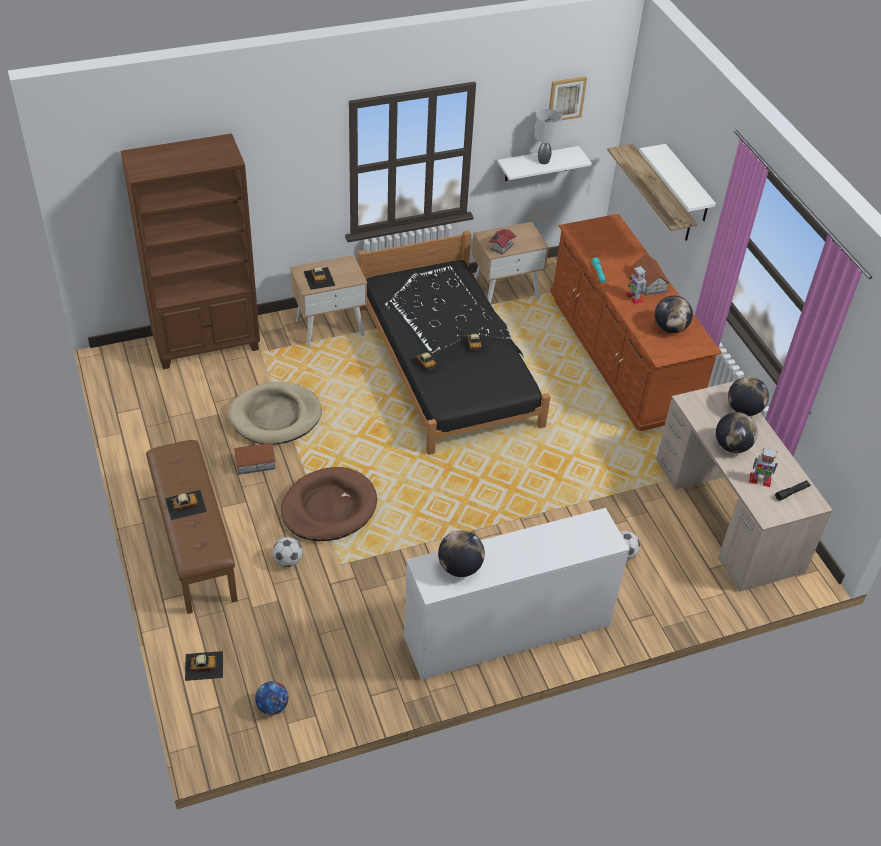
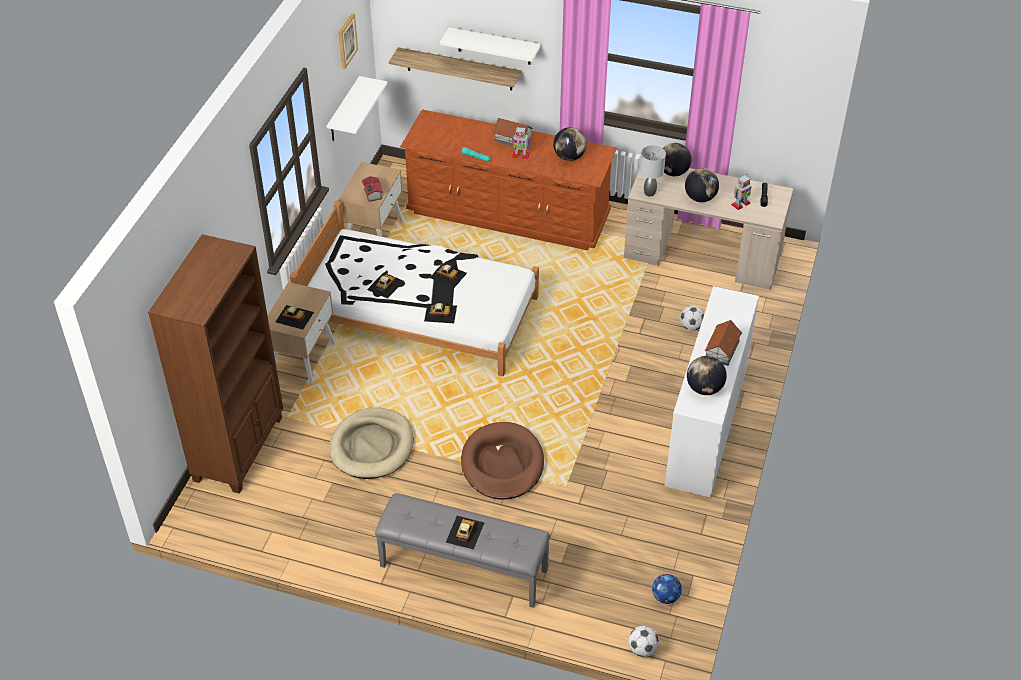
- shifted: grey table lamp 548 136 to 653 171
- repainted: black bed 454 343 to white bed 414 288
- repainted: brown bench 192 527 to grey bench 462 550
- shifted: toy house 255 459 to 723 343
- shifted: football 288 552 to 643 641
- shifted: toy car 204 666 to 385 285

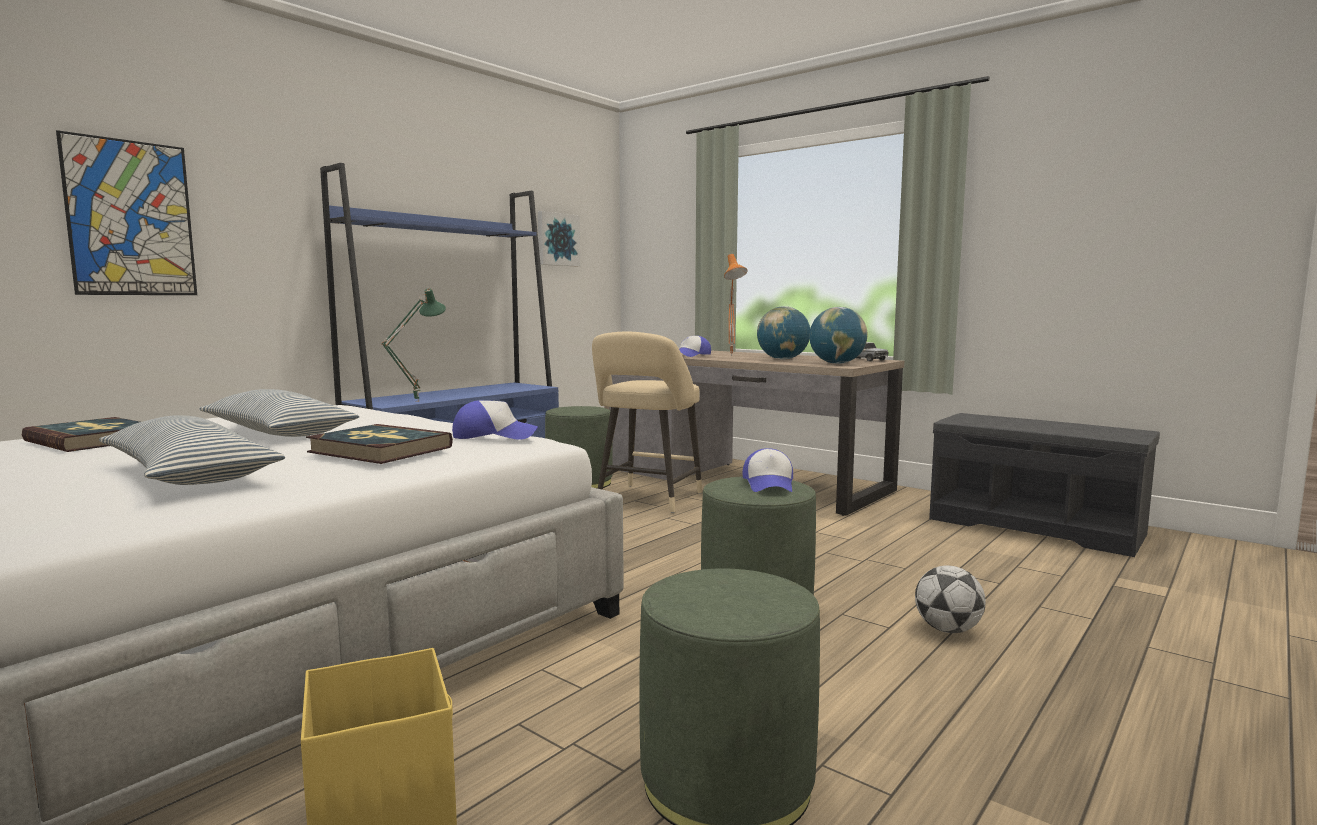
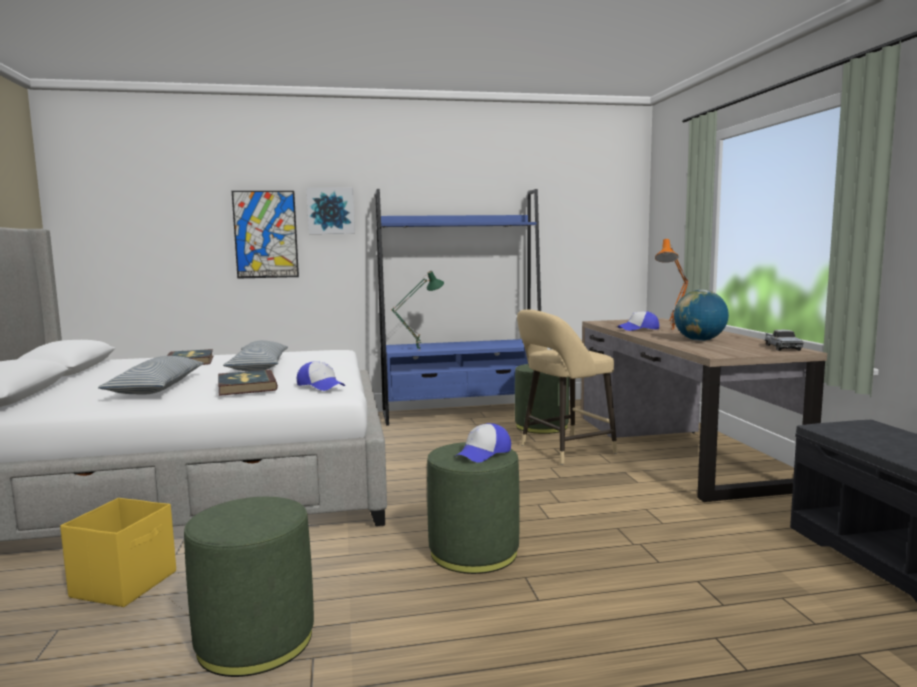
- shifted: picture 559 238 to 331 210
- gone: globe 838 335
- gone: football 950 599

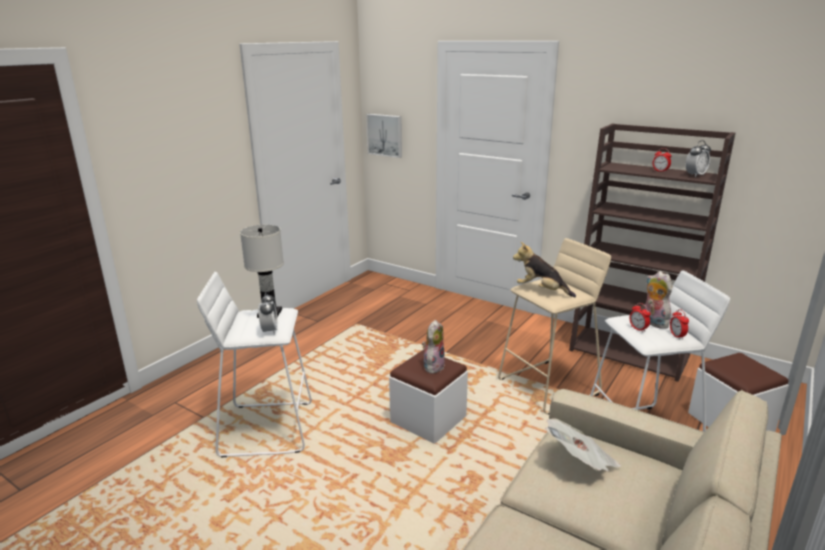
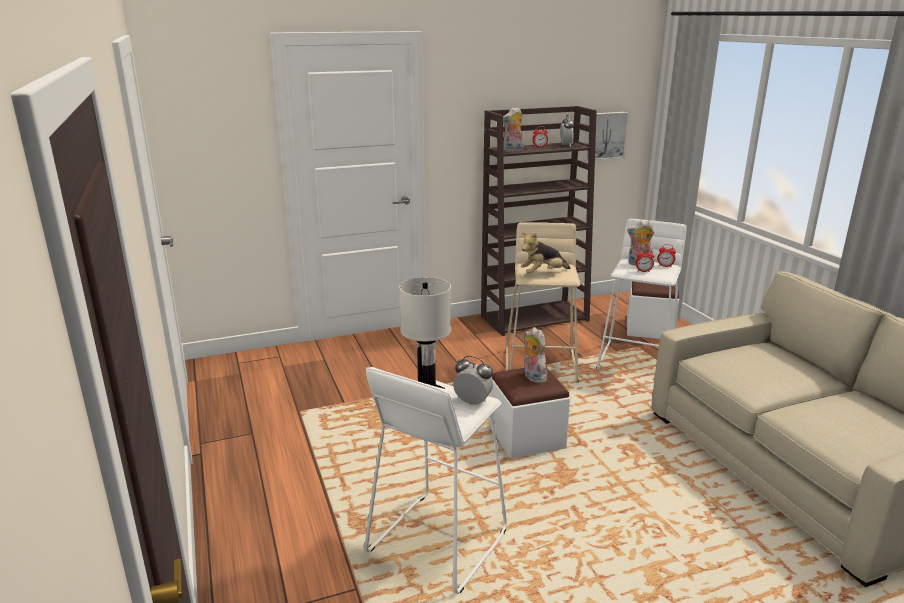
- shifted: picture 384 136 to 606 136
- gone: newspaper 583 445
- new: plush toy 513 129

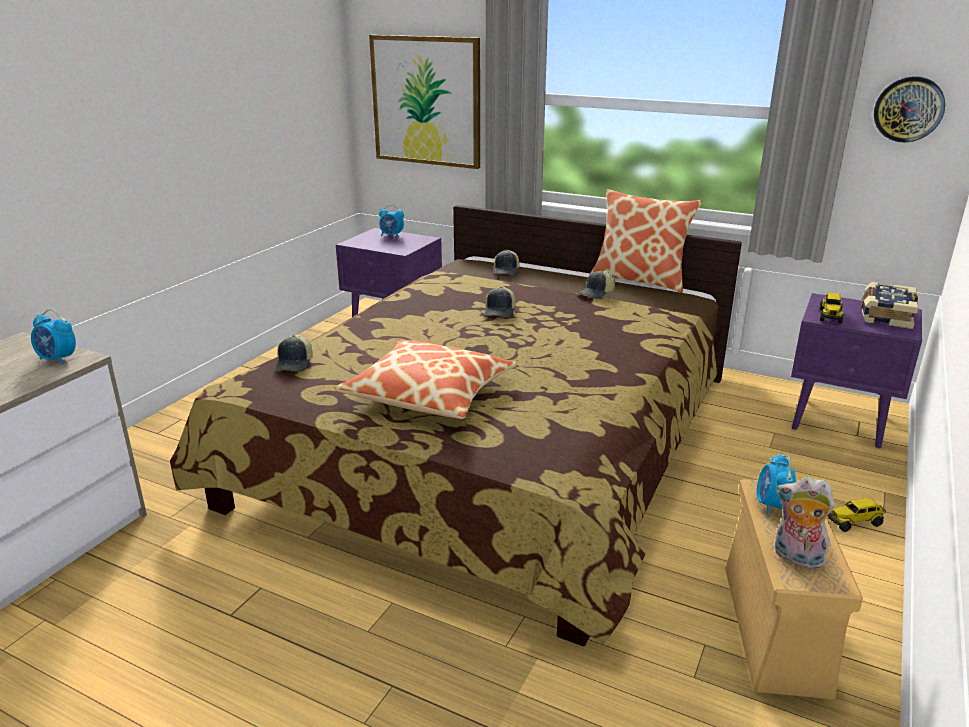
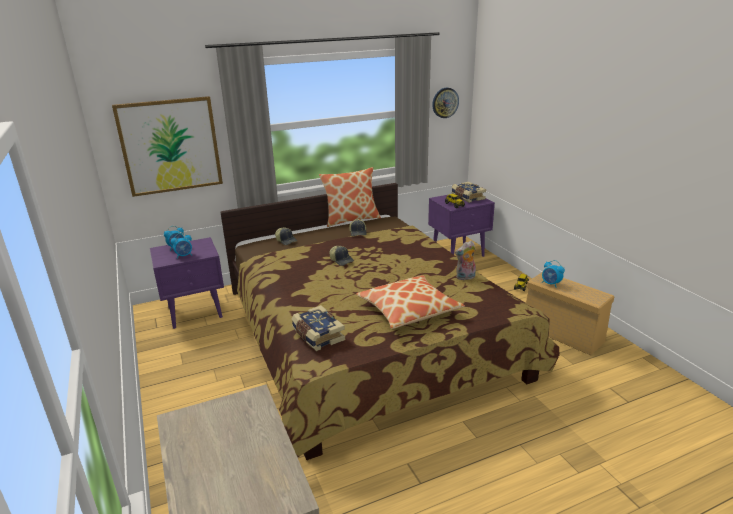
- shifted: alarm clock 53 337 to 181 246
- swapped: cap 294 353 to book 318 328
- shifted: plush toy 805 523 to 465 260

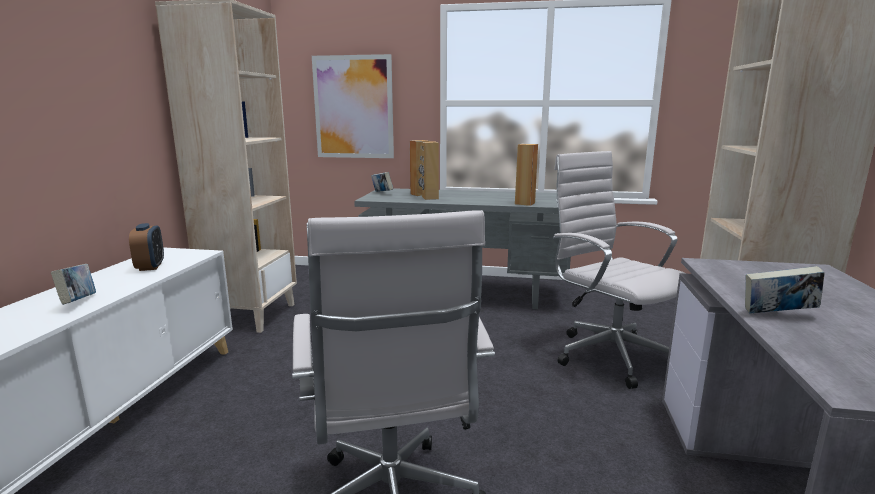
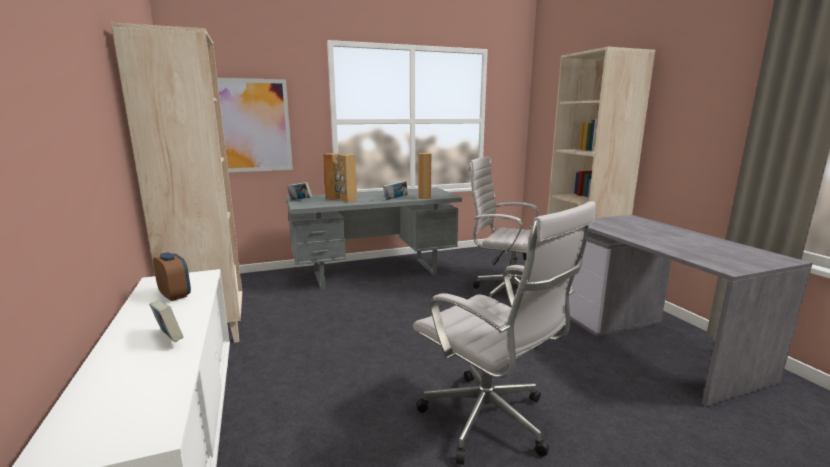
- shifted: book 784 290 to 395 190

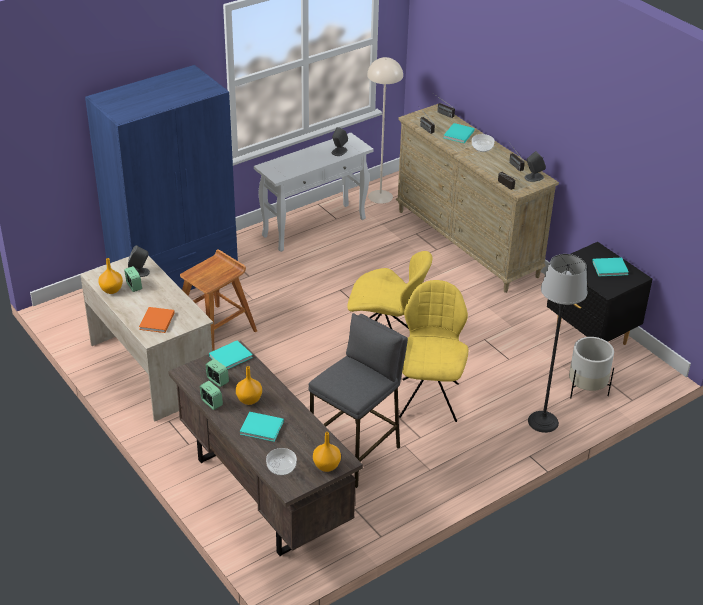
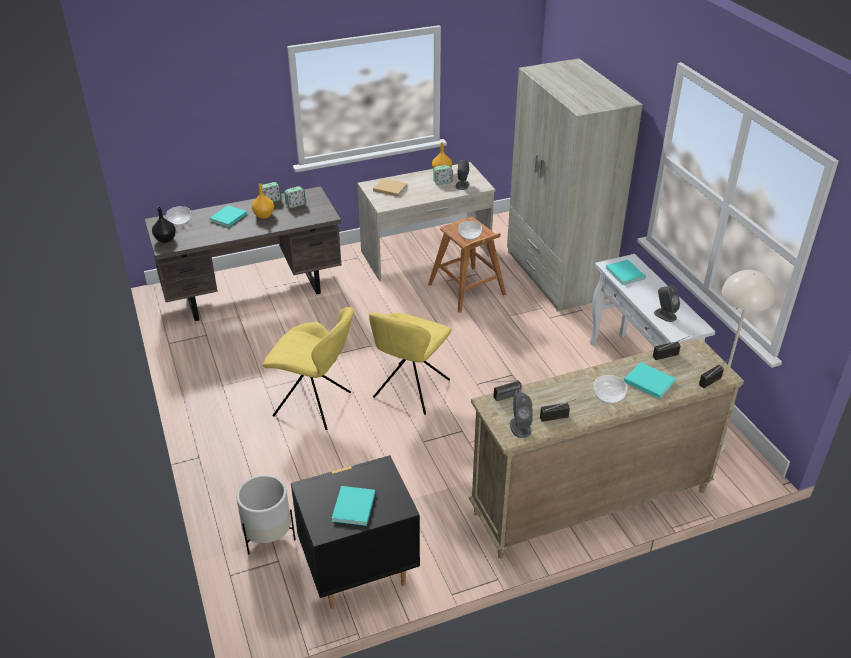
- repainted: blue wardrobe 161 177 to beige wardrobe 575 185
- gone: floor lamp 557 343
- repainted: orange book 157 320 to beige book 390 187
- gone: grey stool 358 400
- shifted: turquoise book 231 354 to 625 272
- repainted: orange vase 327 452 to black vase 164 225
- new: bowl 470 230

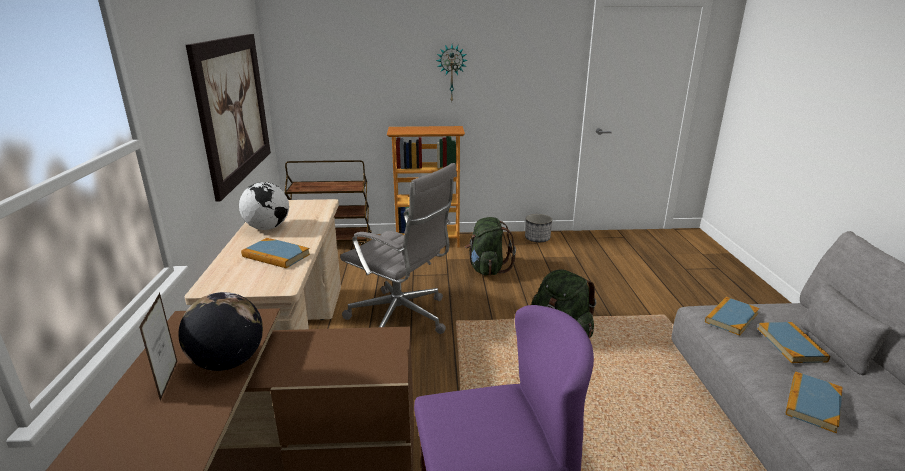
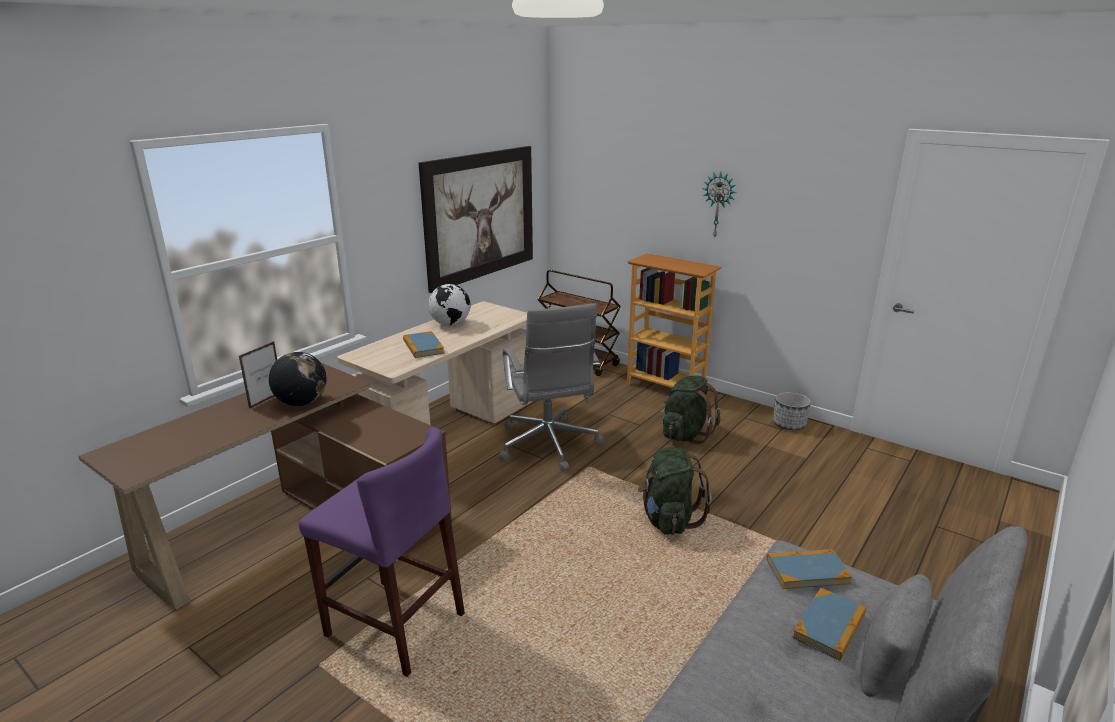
- gone: book 814 402

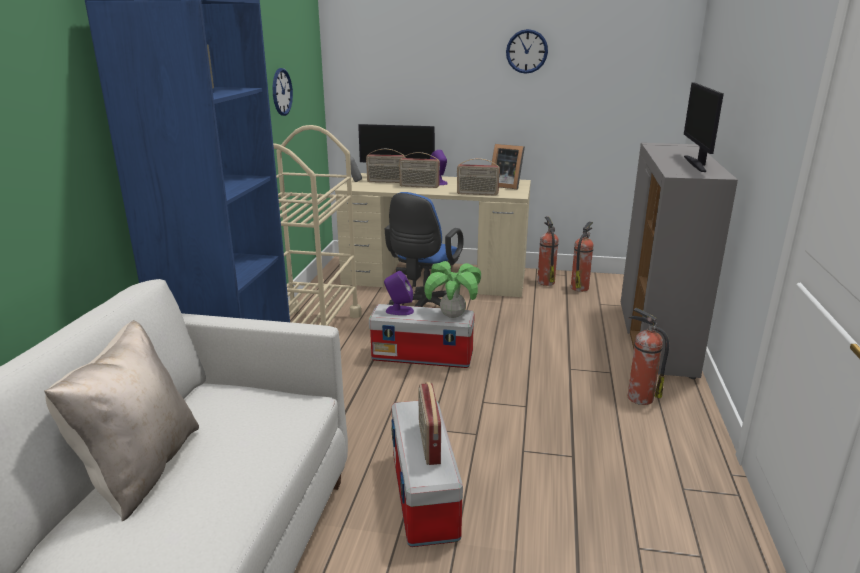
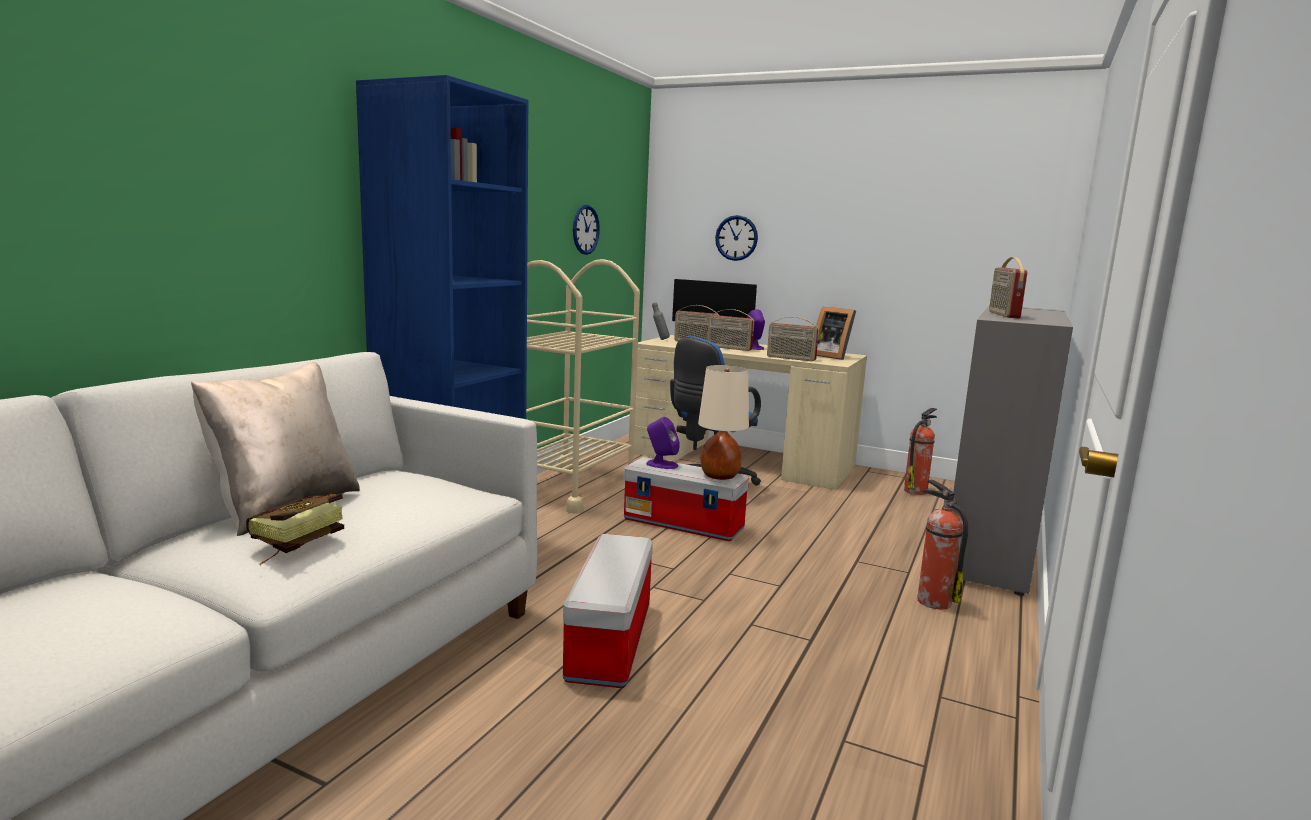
- shifted: wall clock 527 51 to 736 238
- gone: monitor 704 127
- gone: fire extinguisher 548 251
- swapped: potted plant 452 289 to beige table lamp 723 422
- shifted: radio 429 423 to 1008 287
- new: book 295 529

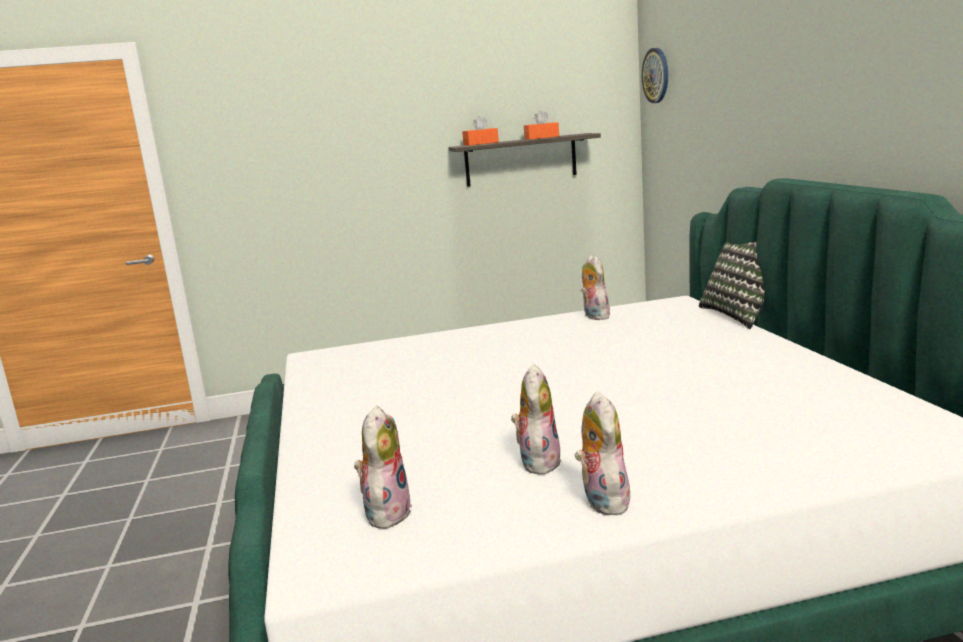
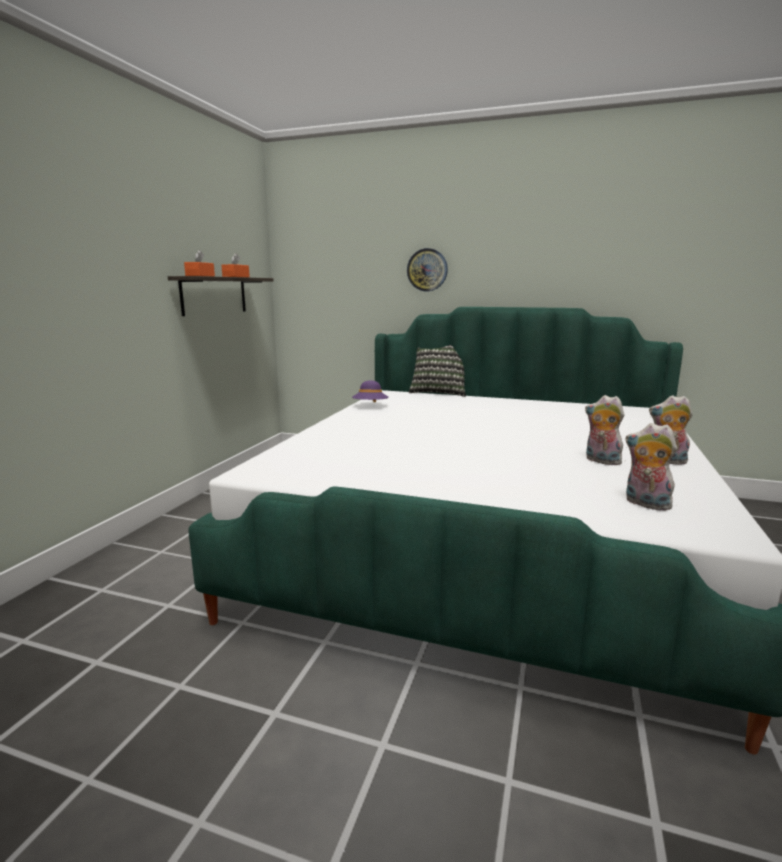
- shifted: wall clock 655 75 to 427 269
- swapped: plush toy 595 287 to purple hat 370 391

